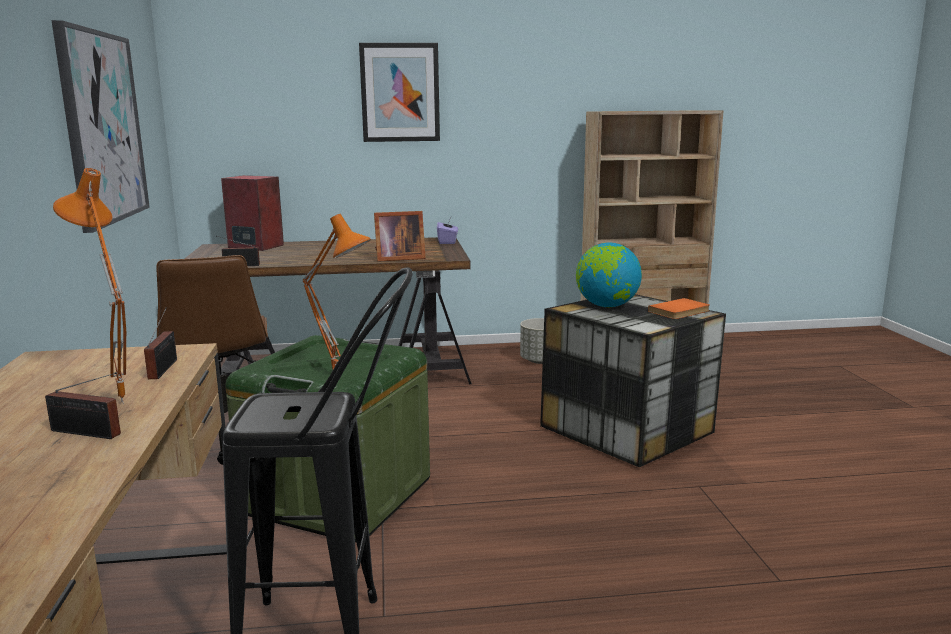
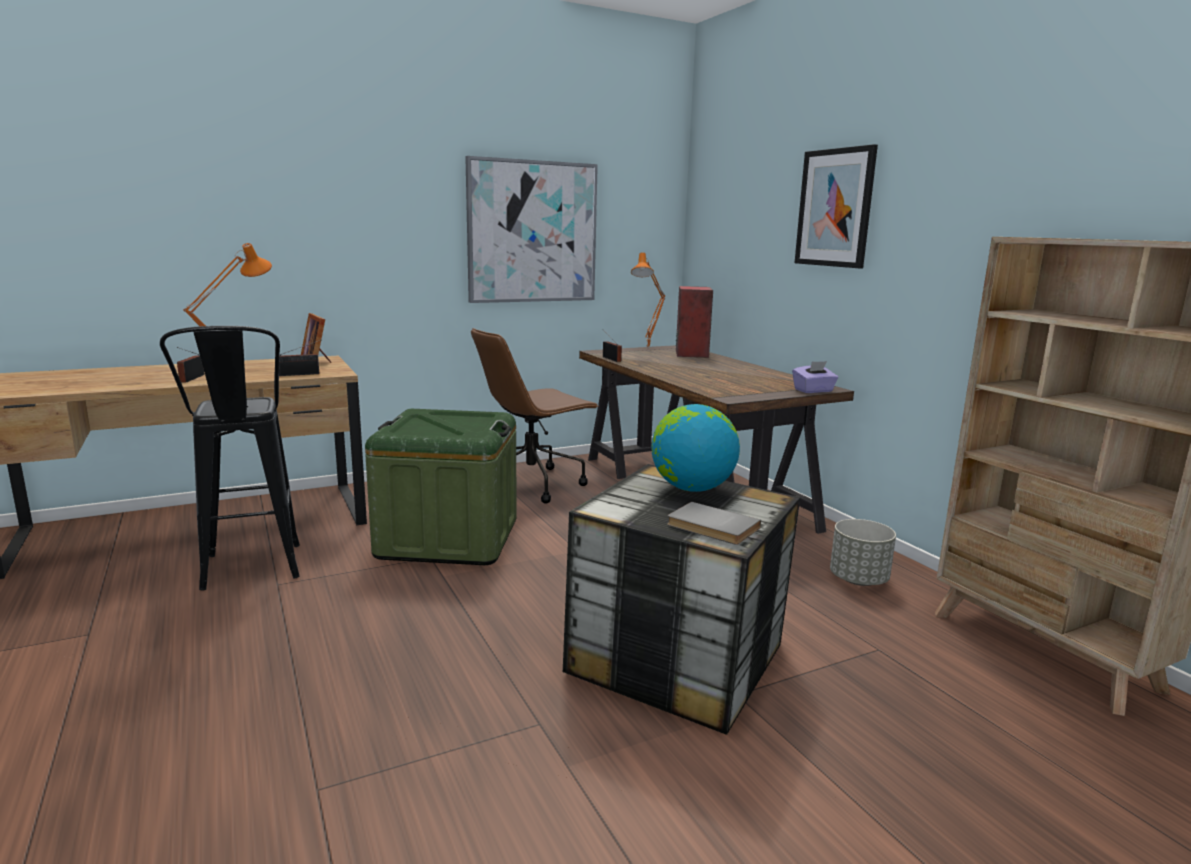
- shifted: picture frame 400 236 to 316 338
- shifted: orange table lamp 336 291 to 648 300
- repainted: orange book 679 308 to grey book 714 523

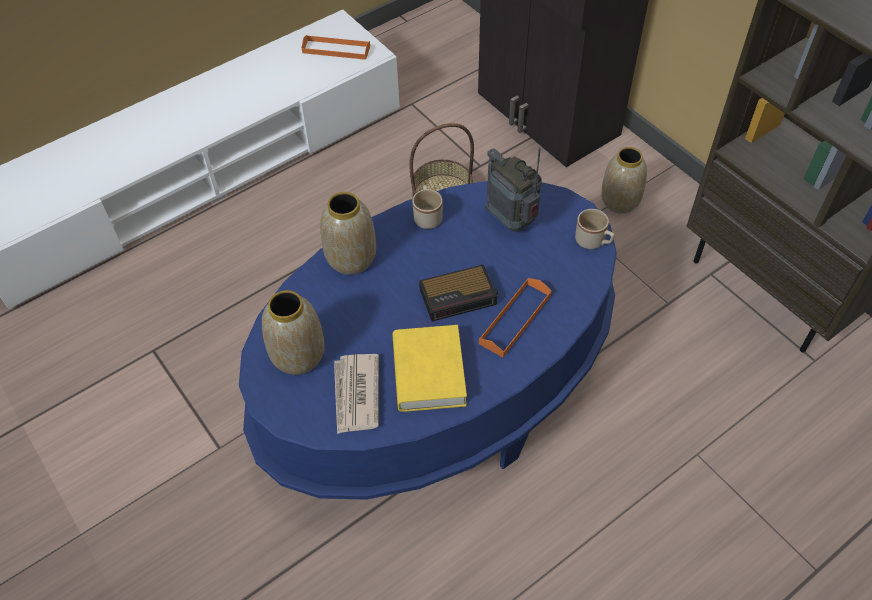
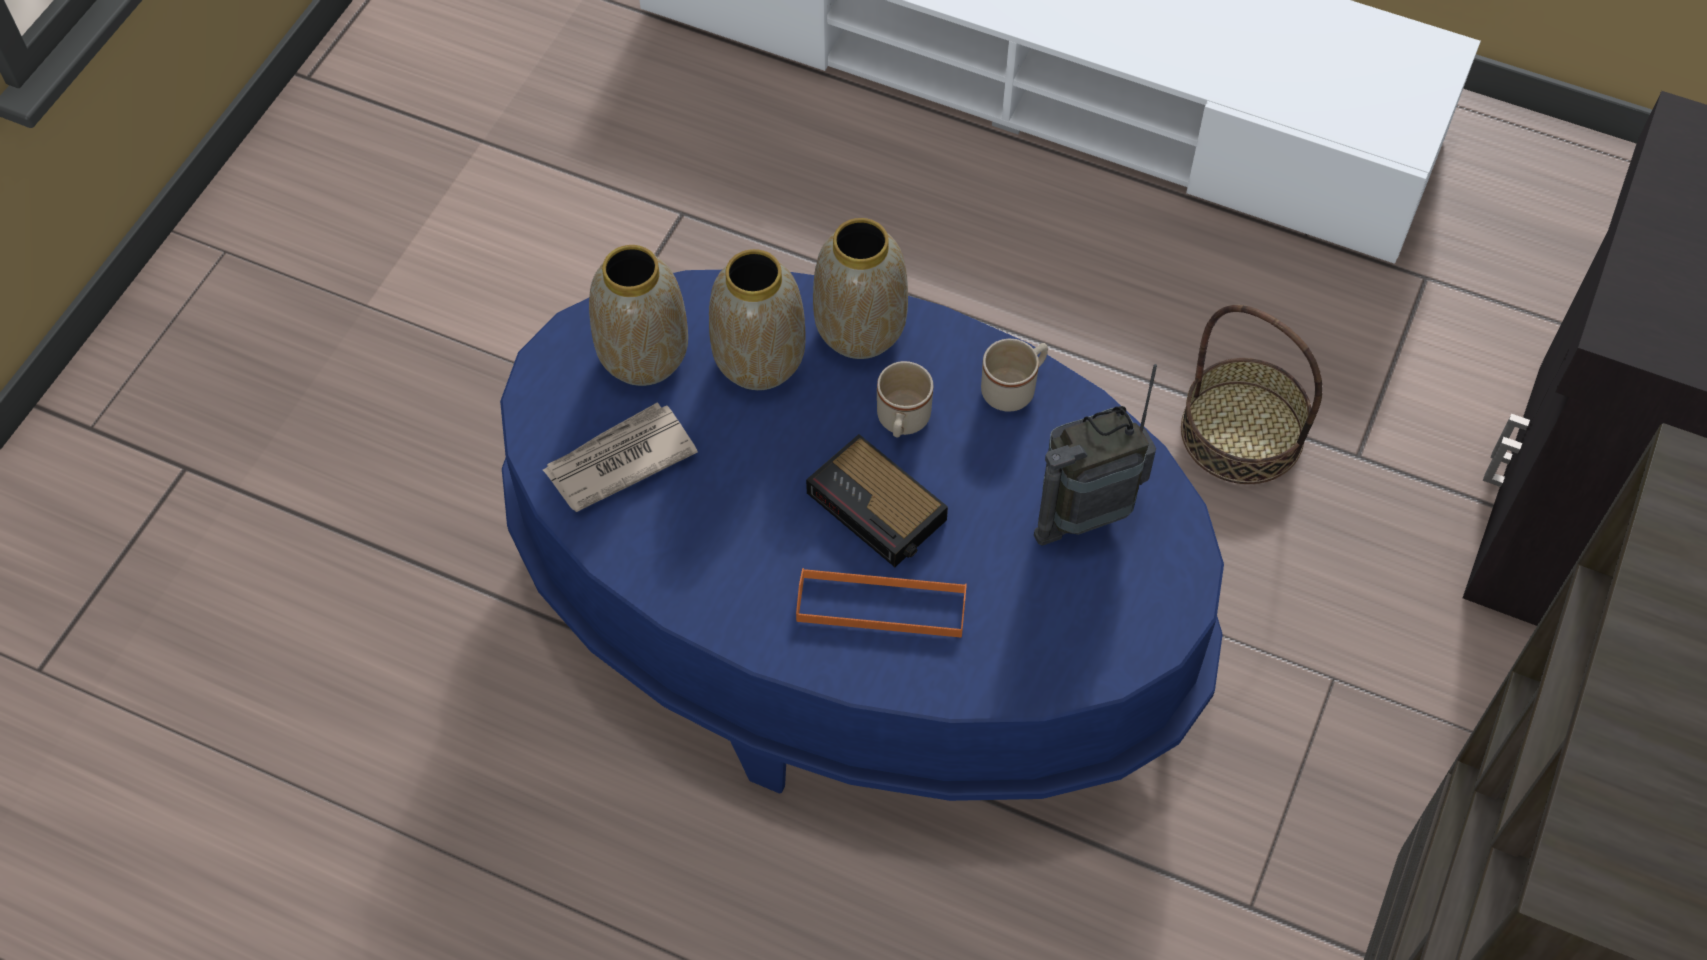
- gone: orange tray 335 47
- shifted: vase 624 180 to 757 319
- rotated: radio 513 189 = 1095 455 135 degrees counterclockwise
- shifted: beige mug 595 229 to 905 399
- gone: yellow book 429 368

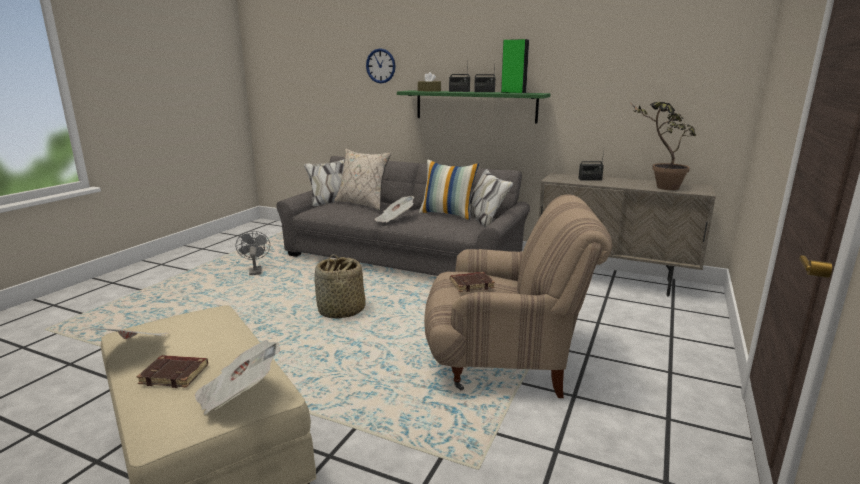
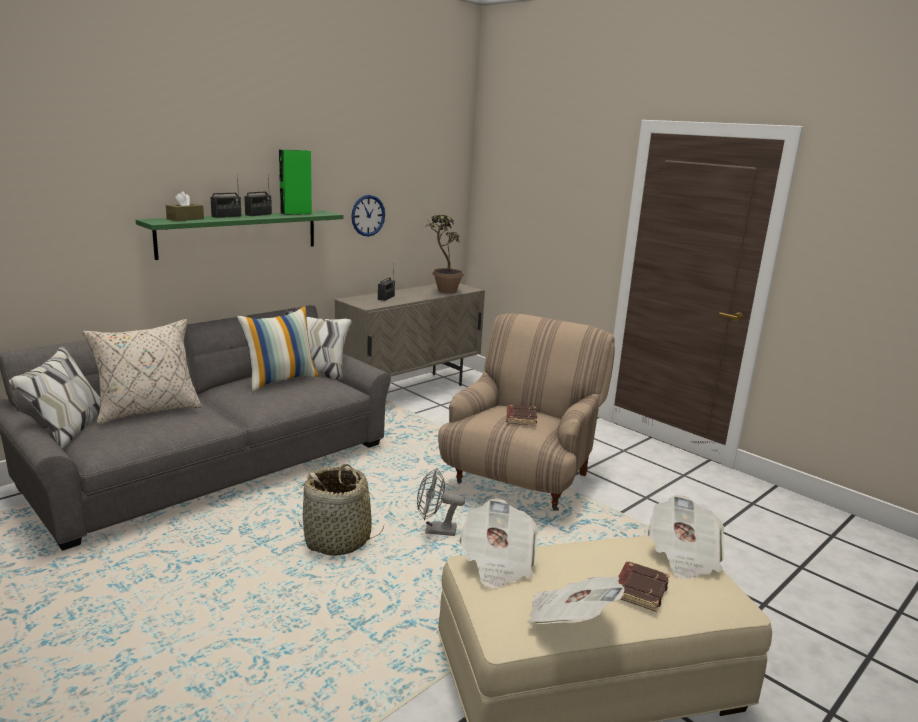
- shifted: wall clock 380 65 to 368 215
- shifted: newspaper 394 209 to 499 543
- shifted: grey fan 253 253 to 441 502

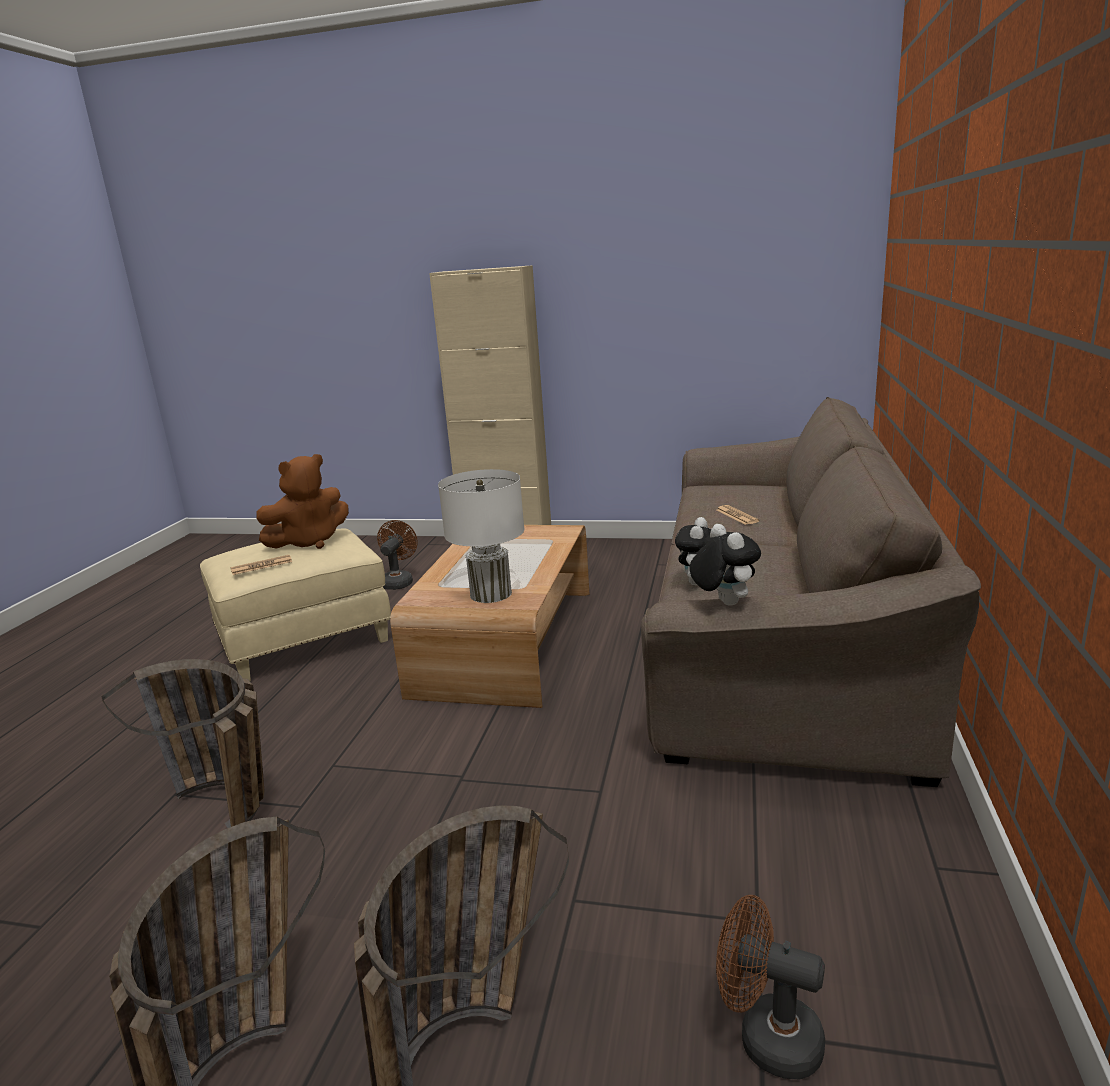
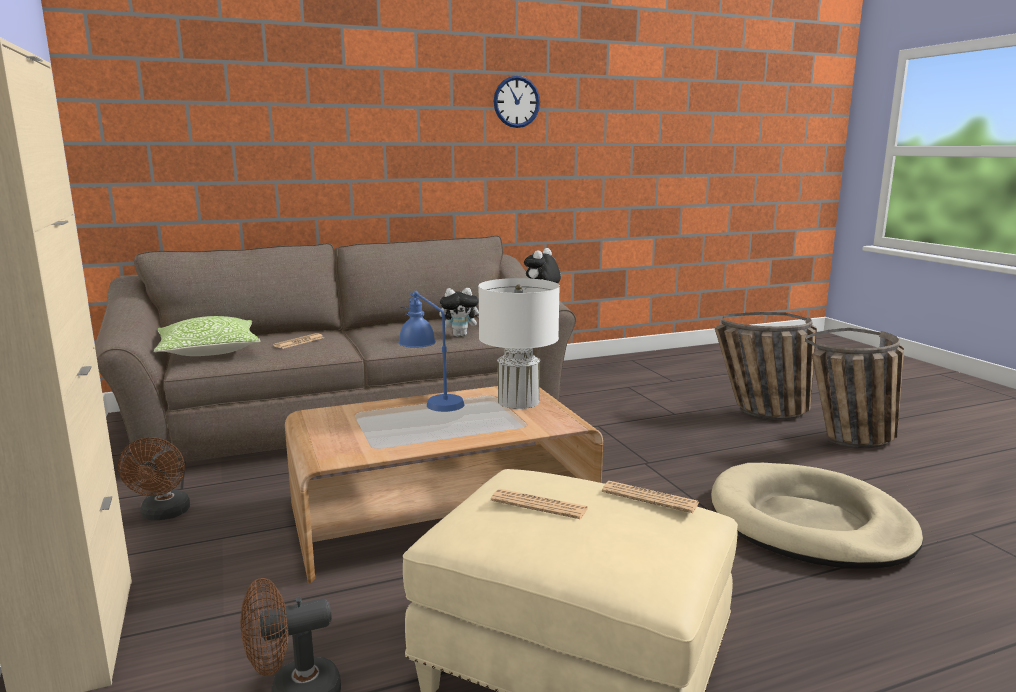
- swapped: brown plush toy 302 501 to newspaper 539 504
- swapped: basket 183 743 to beige dog bed 817 516
- shifted: brown fan 770 987 to 154 478
- new: wall clock 516 102
- new: blue table lamp 432 351
- new: pillow 207 336

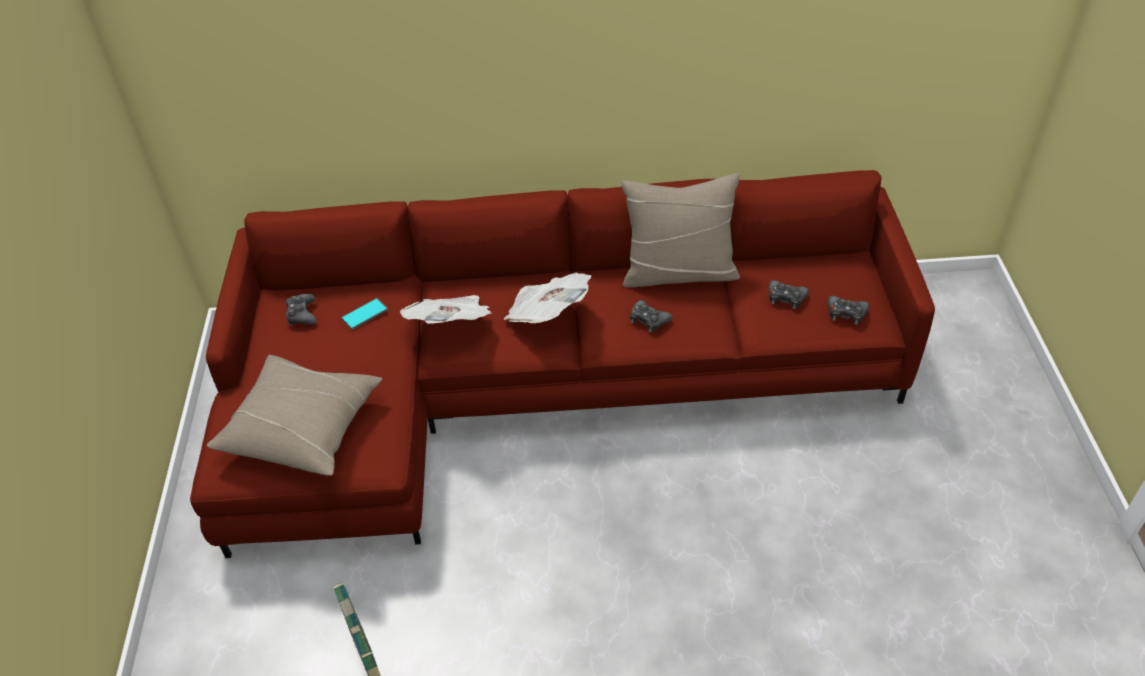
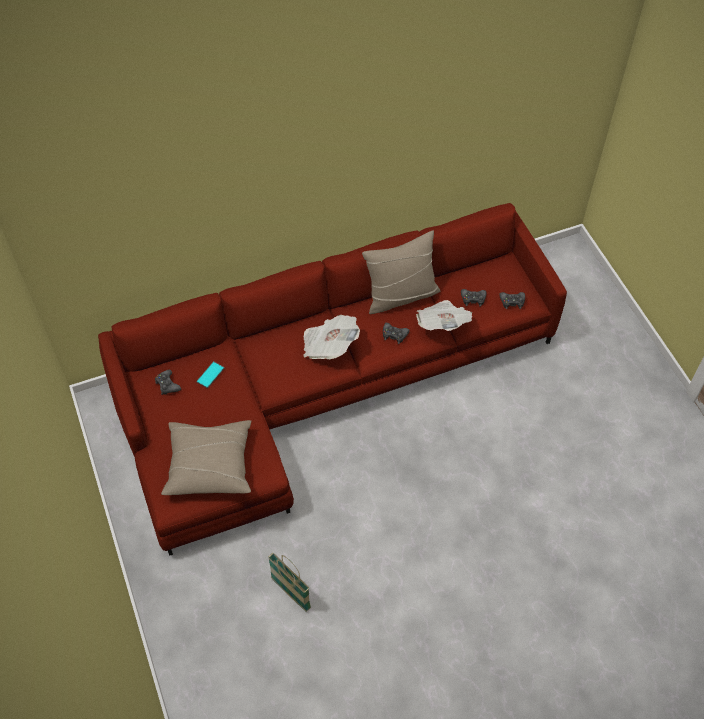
- shifted: newspaper 446 309 to 444 315

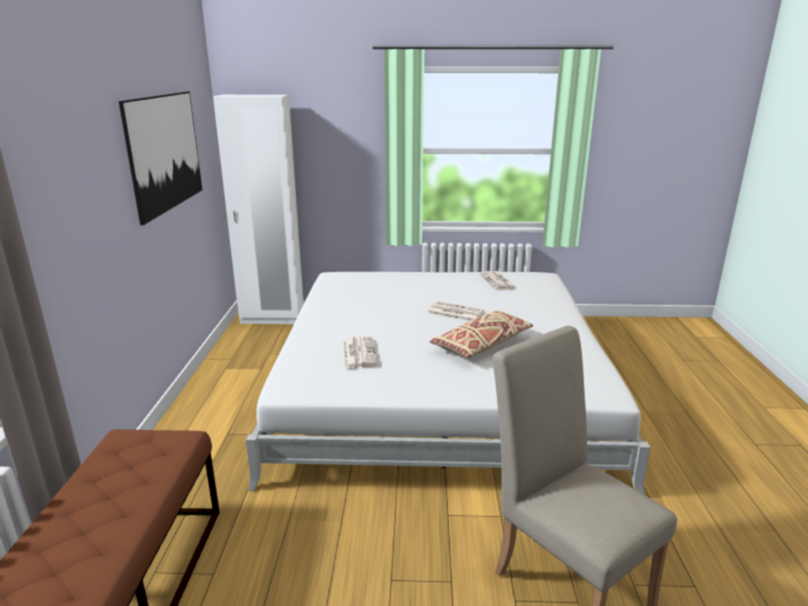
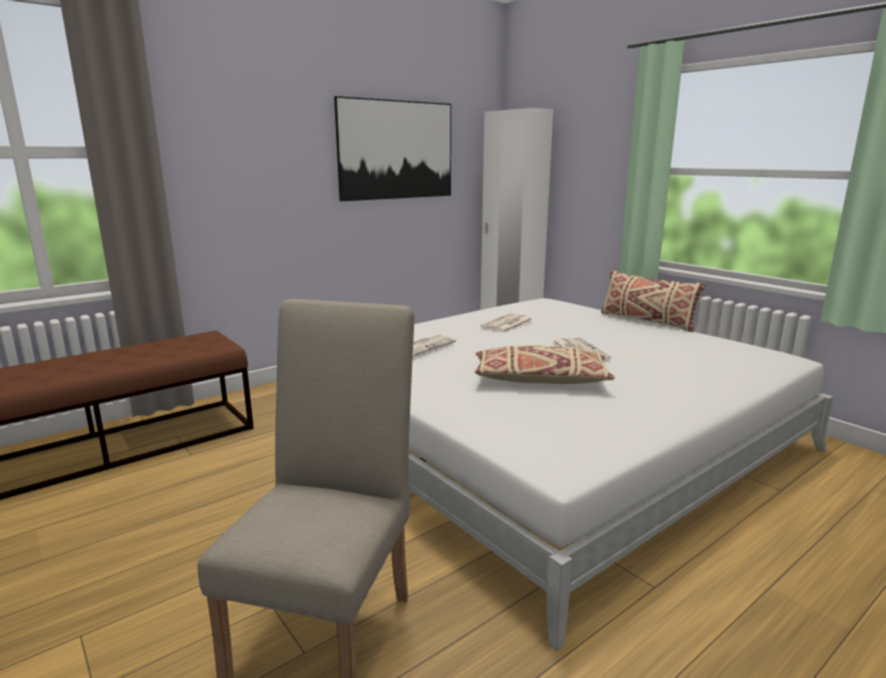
- shifted: newspaper 497 280 to 507 323
- new: beige pillow 653 301

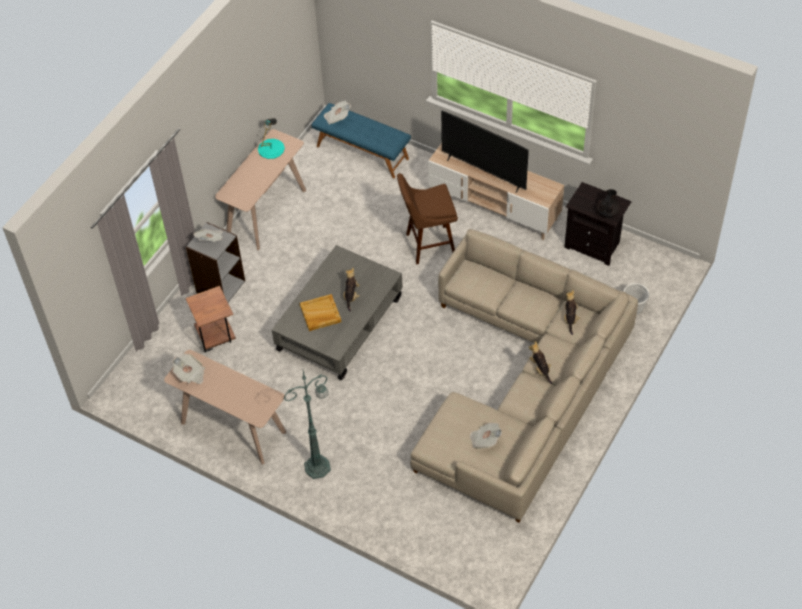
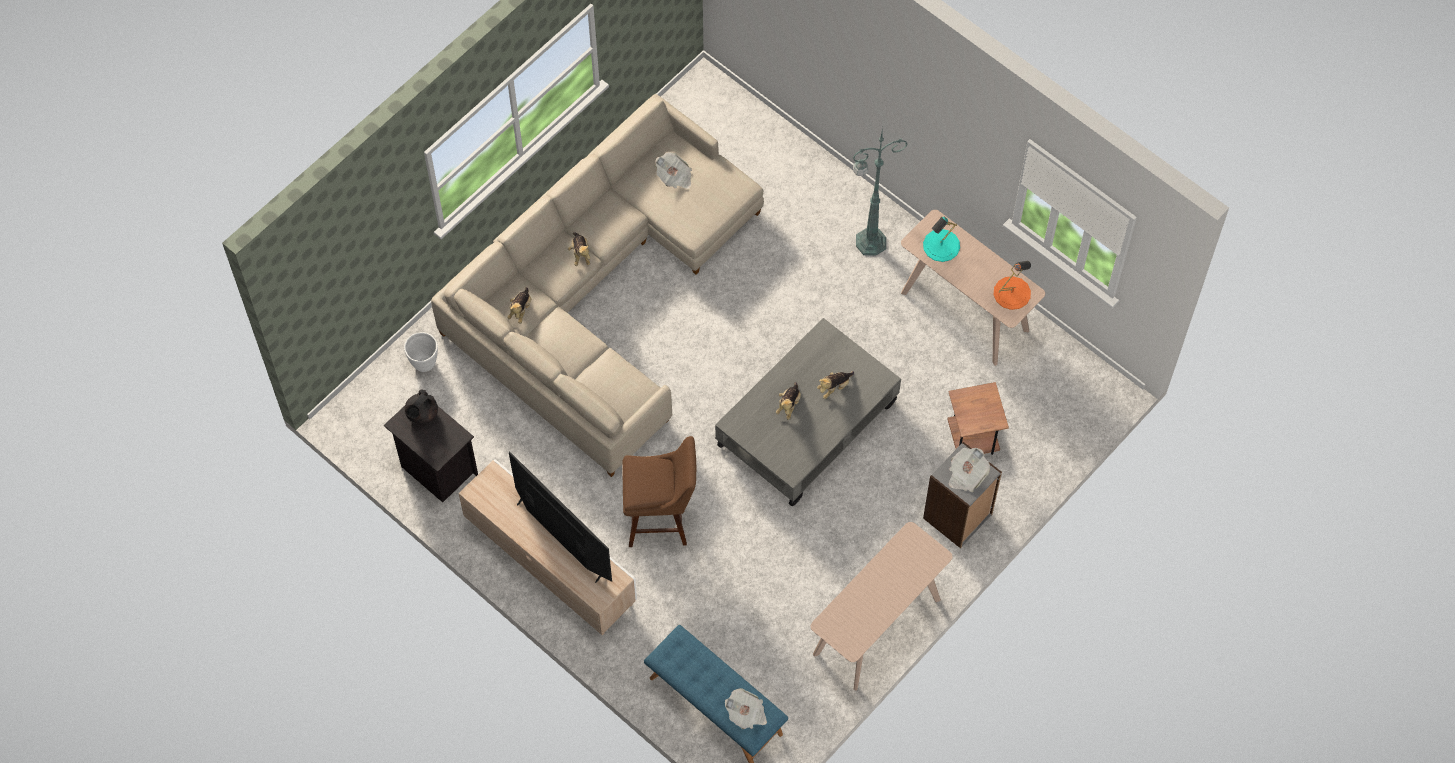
- shifted: turquoise table lamp 271 138 to 941 239
- swapped: beige tray 320 312 to plush toy 835 385
- swapped: newspaper 189 369 to orange table lamp 1012 285

